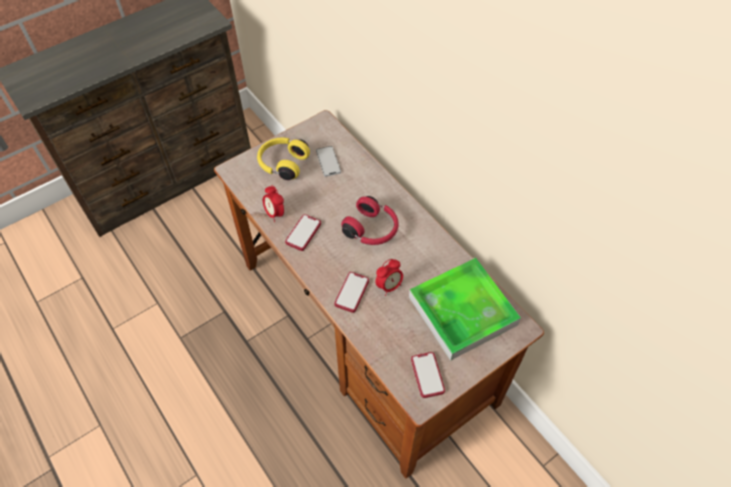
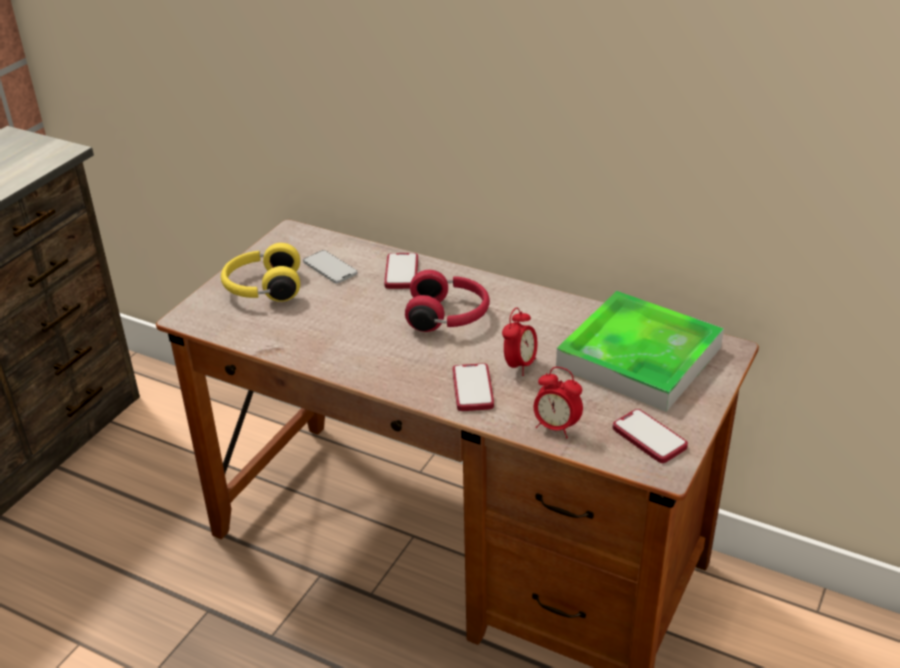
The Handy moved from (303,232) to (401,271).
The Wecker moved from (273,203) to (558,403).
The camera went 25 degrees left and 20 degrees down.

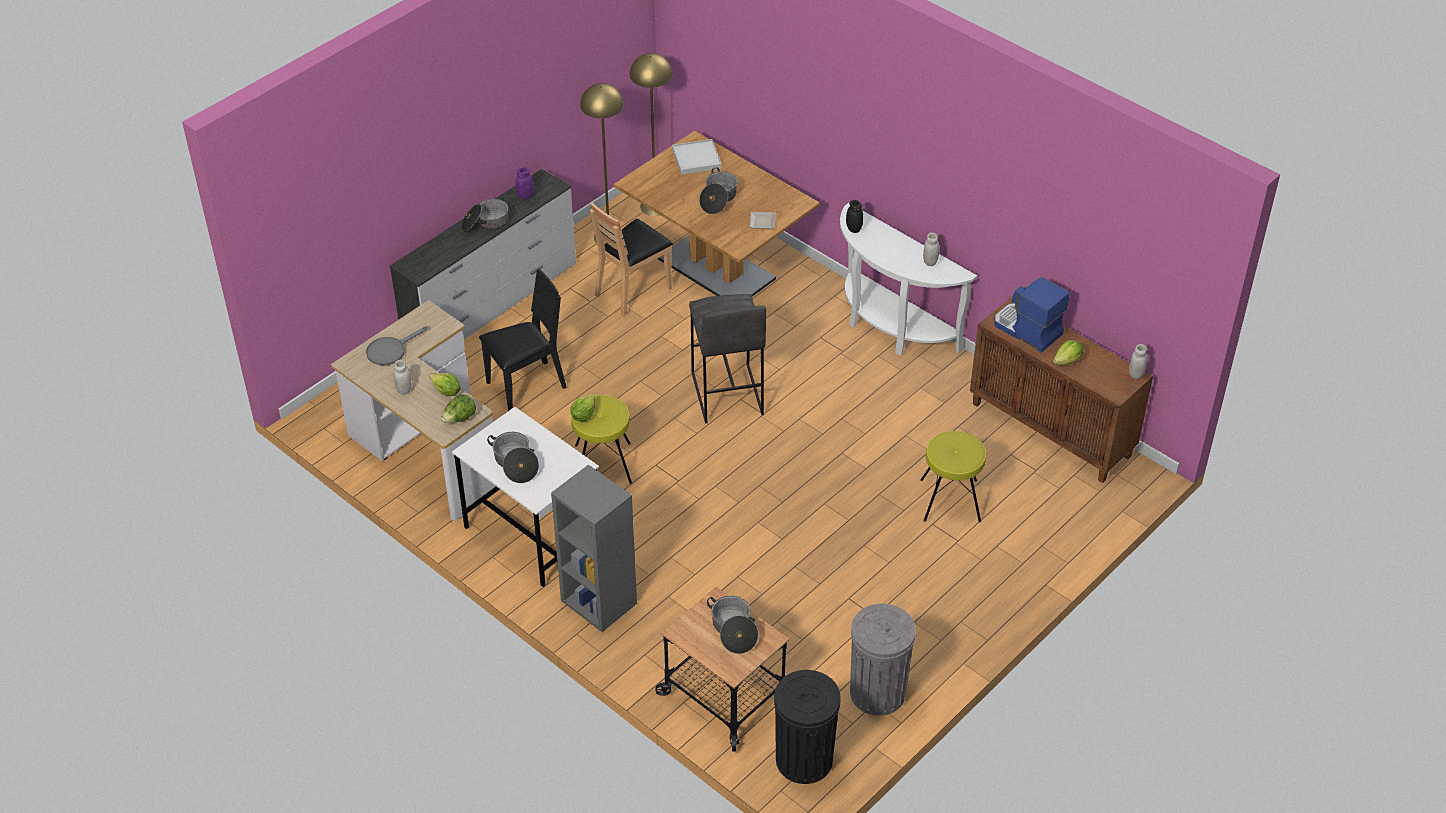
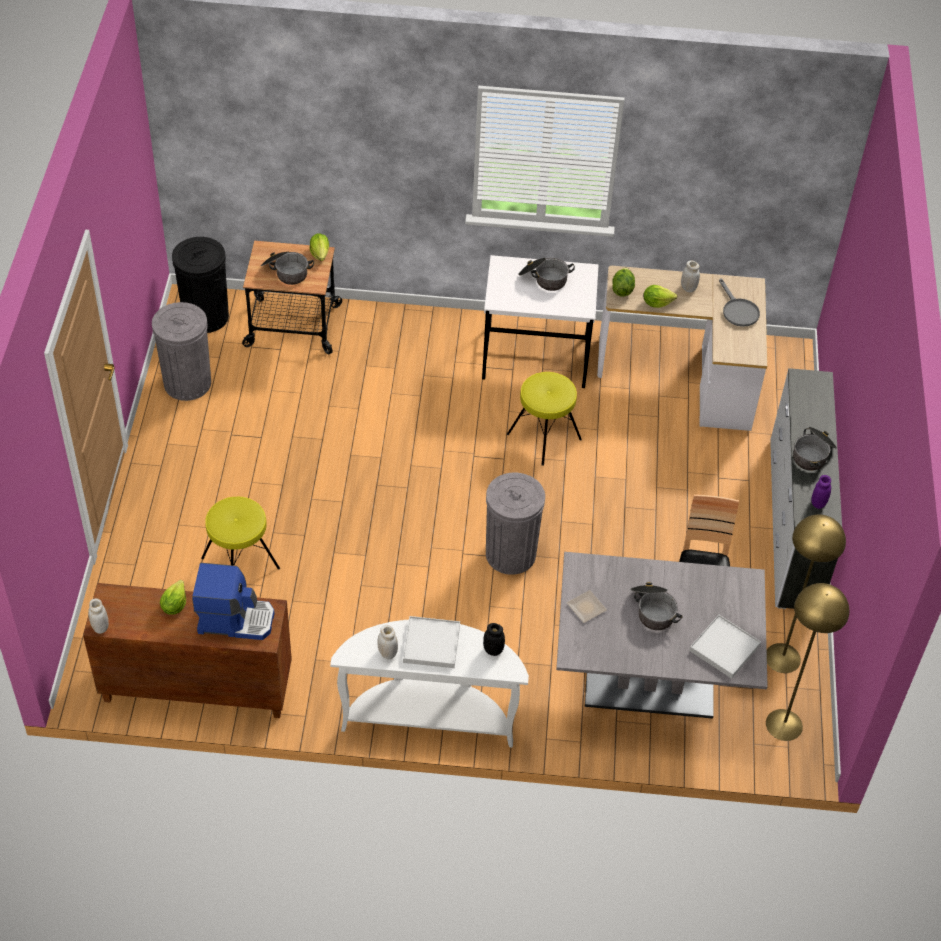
The Salatkopf moved from (582,407) to (319,247).
The Tablett (weiß) at (431,642) appeared.
The Hocker (grau) at (727,358) was replaced by the Mülleimer (grau) at (515,524).
The Esstisch (braun) at (717,214) became the Esstisch (grau) at (662,635).
The Pfanne (grau) at (397,346) turned 150 degrees clockwise.
The Stuhl (schwarz) at (523,340) disappeared.
The Bücherregal (grau) at (594,548) disappeared.
The camera went 140 degrees right and 5 degrees up.

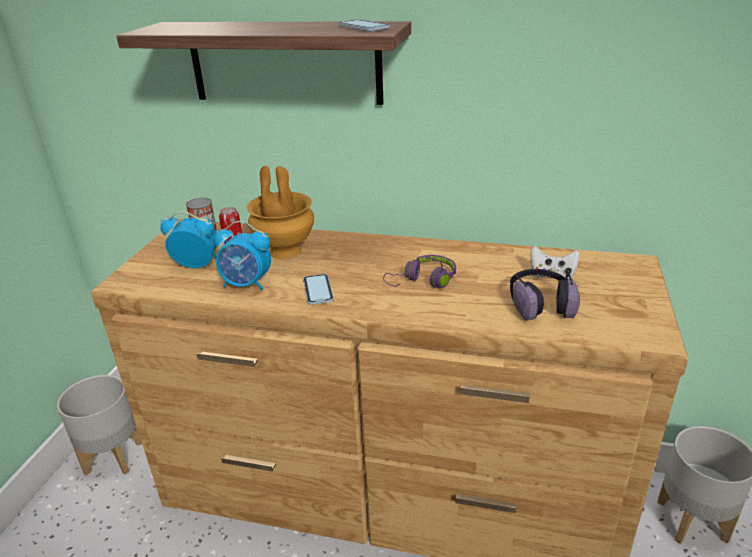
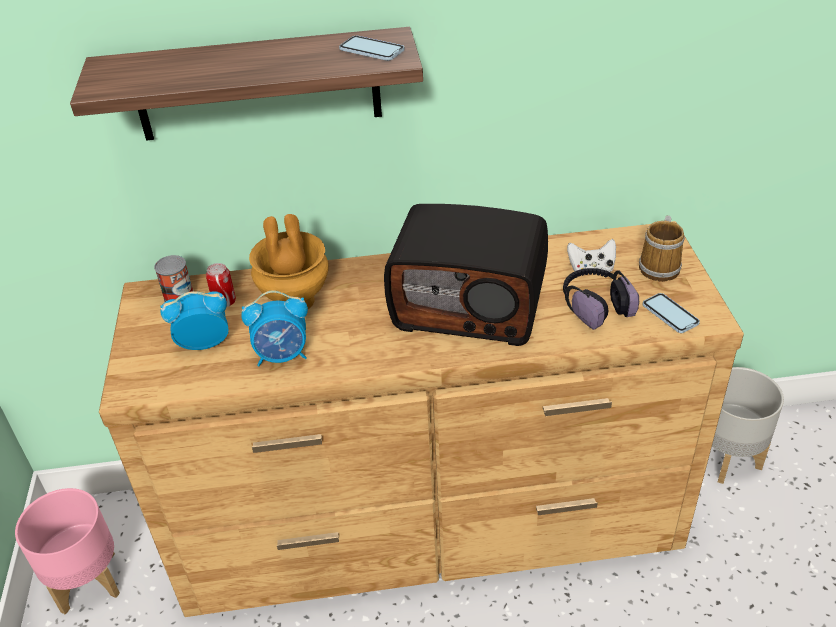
The Pflanzkübel (grau) at (99,425) became the Pflanzkübel (rosa) at (67,551).
The Kopfhörer (lila) at (419,271) was replaced by the Radio at (466,275).
The Henkelbecher at (662,248) appeared.
The Handy moved from (318,289) to (671,313).
The camera went 20 degrees left and 10 degrees up.

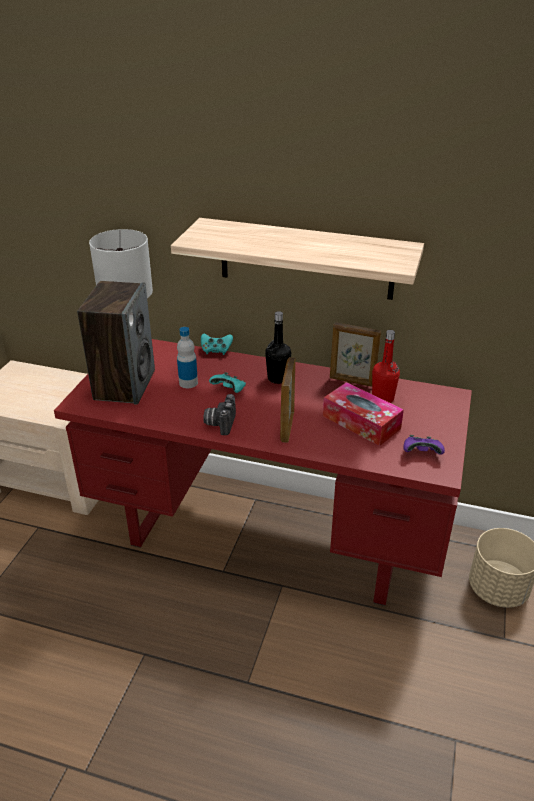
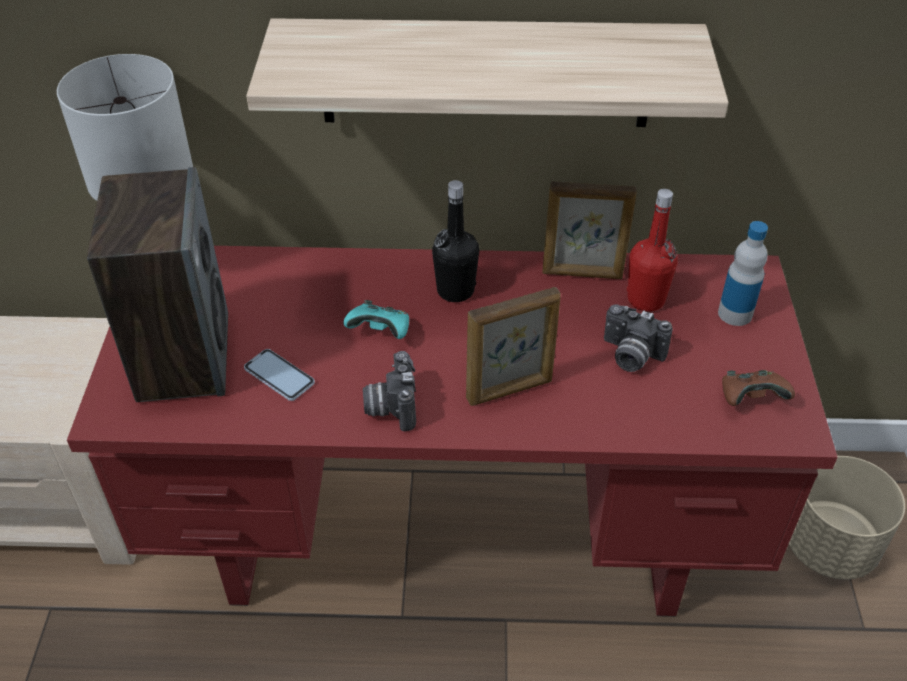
The Handy at (279,375) appeared.
The Bilderrahmen at (288,400) turned 105 degrees counterclockwise.
The Taschentuchbox at (363,414) was replaced by the Kamera at (638,338).
The Flasche moved from (187,357) to (743,273).
The Gamepad (lila) at (424,445) became the Gamepad (braun) at (758,388).
The Gamepad (türkis) at (217,344) disappeared.
The camera went 15 degrees left and 10 degrees up.

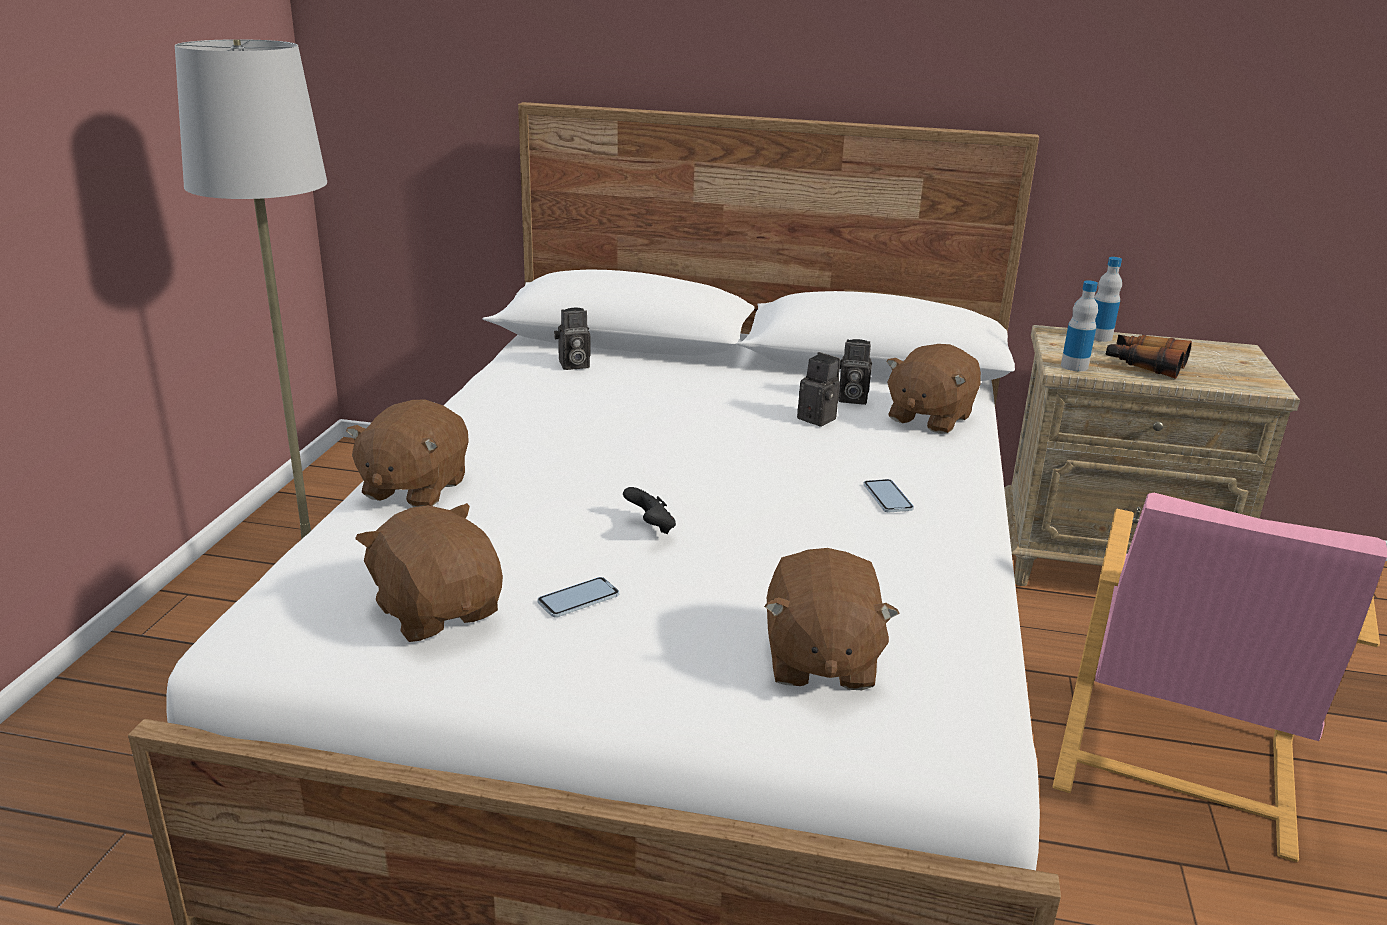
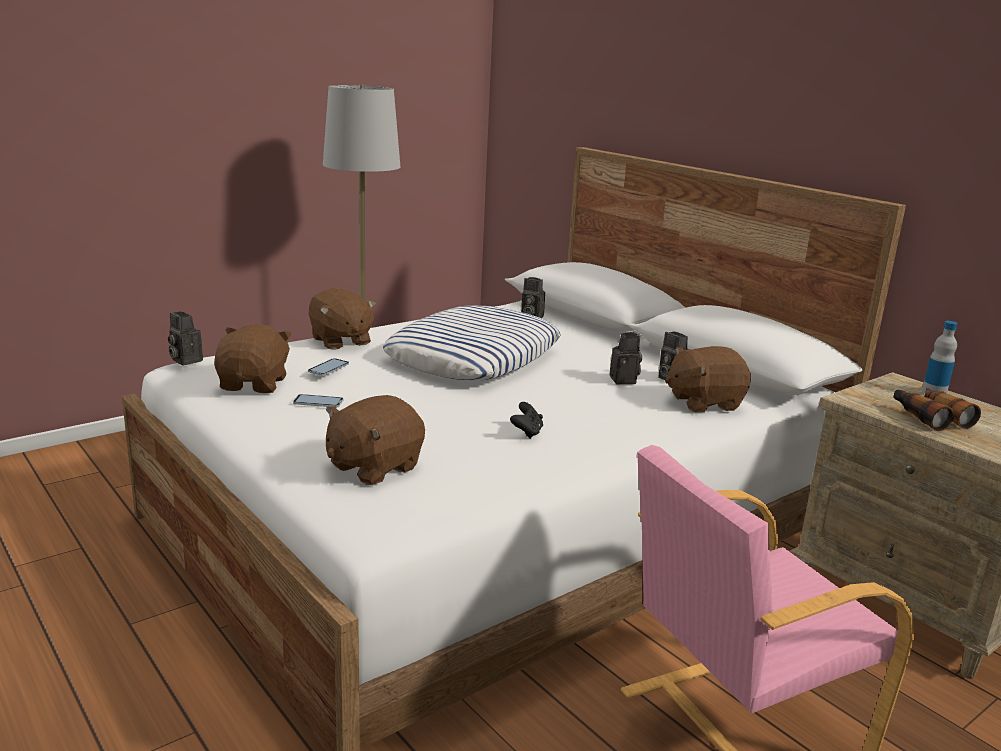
The Kamera at (185,338) appeared.
The Handy moved from (888,495) to (328,367).
The Plüschtier (braun) at (407,453) turned 90 degrees counterclockwise.
The Kissen at (471,342) appeared.
The Gamepad (schwarz) moved from (649,510) to (526,420).
The Flasche at (1079,325) disappeared.
The camera went 40 degrees right and 5 degrees down.

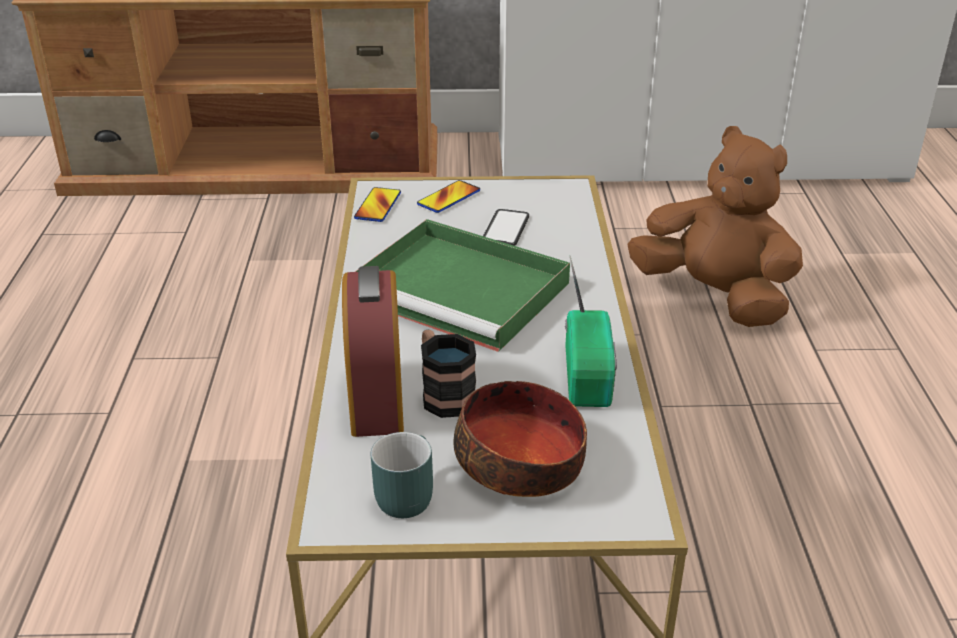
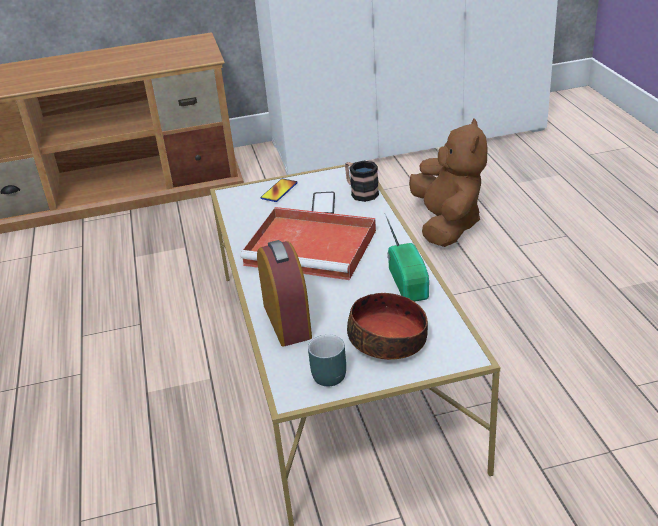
The Tablett (grün) at (462,285) became the Tablett (rot) at (308,243).
The Henkelbecher moved from (448,374) to (362,181).
The Plüschtier (braun) at (715,226) turned 60 degrees clockwise.
The Handy at (377,204) disappeared.
The camera went 10 degrees left and 0 degrees up.

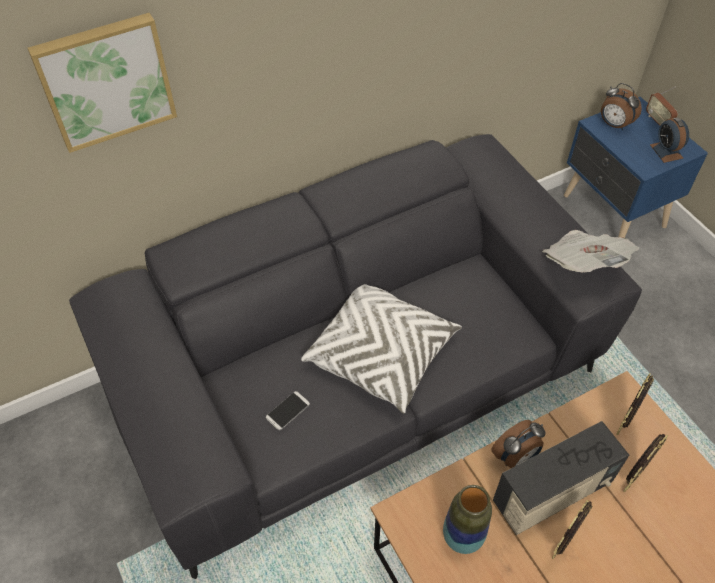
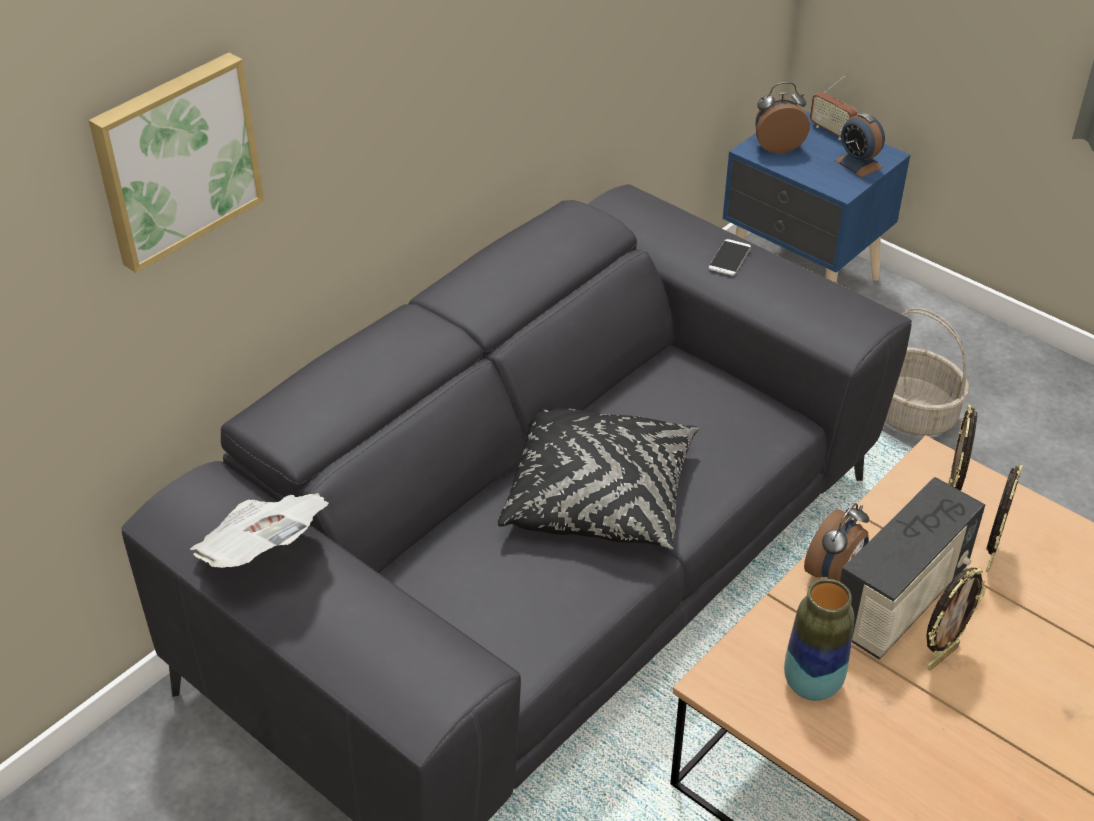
The Zeitung moved from (590,251) to (259,530).
The Kissen (weiß) at (381,349) became the Kissen (schwarz) at (598,479).
The Handy moved from (288,410) to (730,257).
The Wecker at (621,106) turned 150 degrees clockwise.
The Korb at (927,372) appeared.
The Bilderrahmen at (572,529) turned 150 degrees counterclockwise.
The camera went 20 degrees left and 10 degrees down.

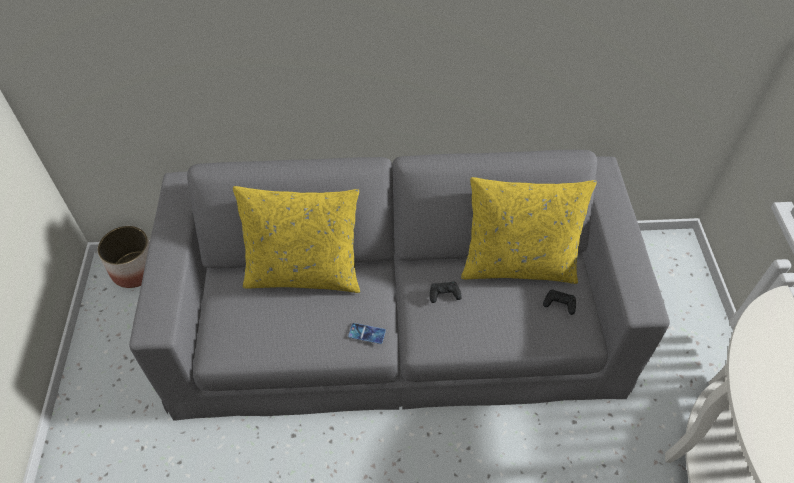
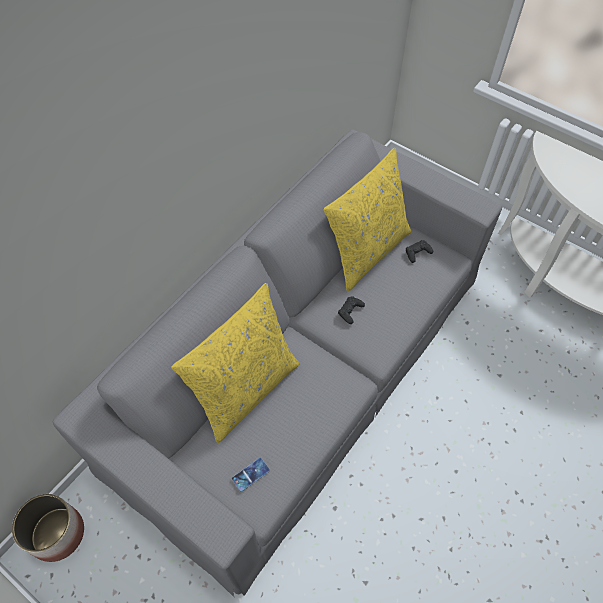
The Handy moved from (367,333) to (251,474).
The camera went 50 degrees left and 5 degrees up.

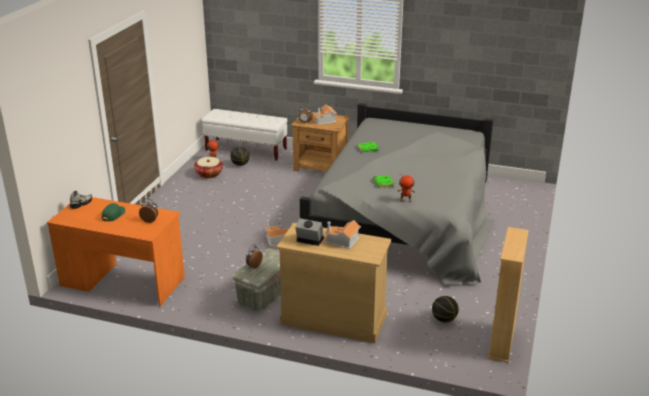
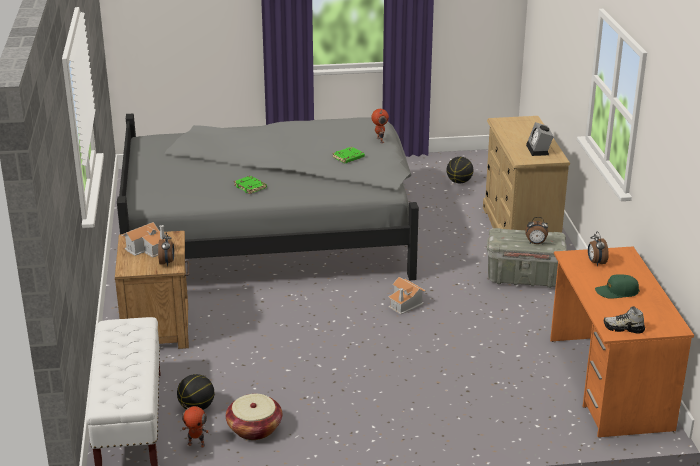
The Spielzeughaus at (342,234) disappeared.
The Bücherregal (beige) at (508,295) disappeared.
The camera went 115 degrees left and 0 degrees up.

